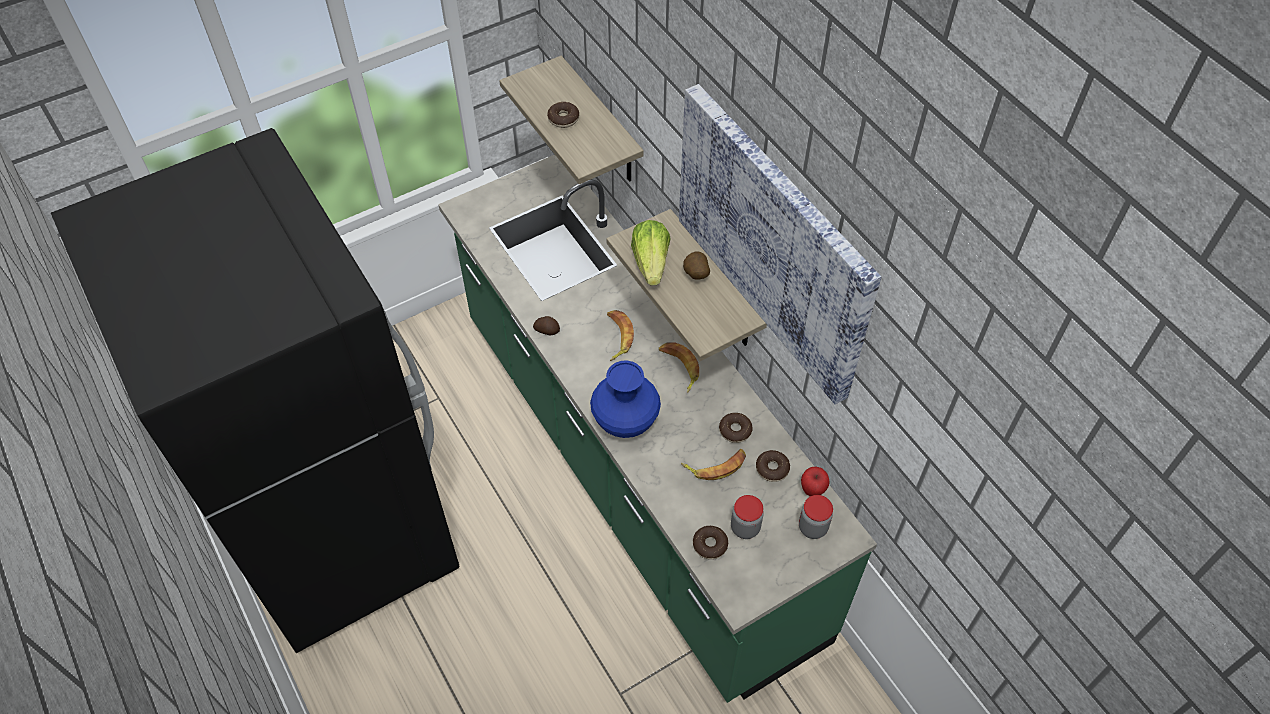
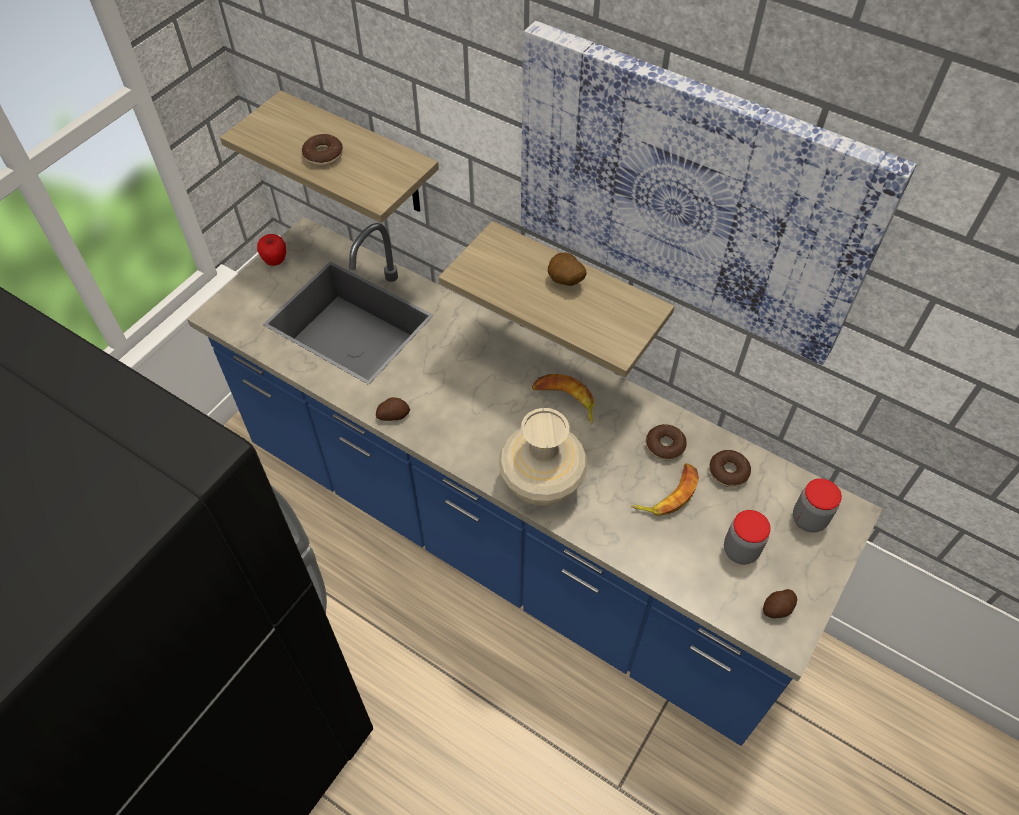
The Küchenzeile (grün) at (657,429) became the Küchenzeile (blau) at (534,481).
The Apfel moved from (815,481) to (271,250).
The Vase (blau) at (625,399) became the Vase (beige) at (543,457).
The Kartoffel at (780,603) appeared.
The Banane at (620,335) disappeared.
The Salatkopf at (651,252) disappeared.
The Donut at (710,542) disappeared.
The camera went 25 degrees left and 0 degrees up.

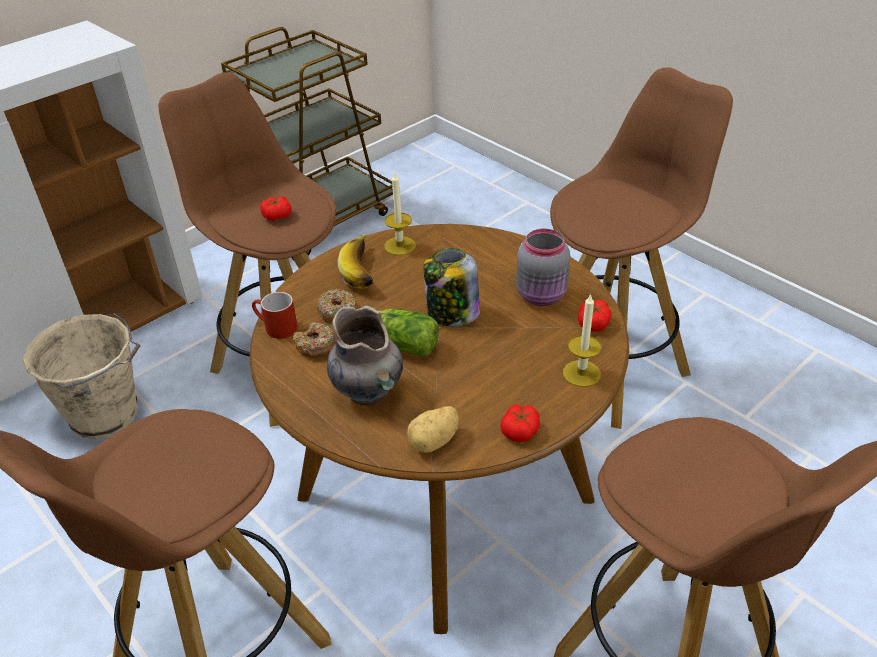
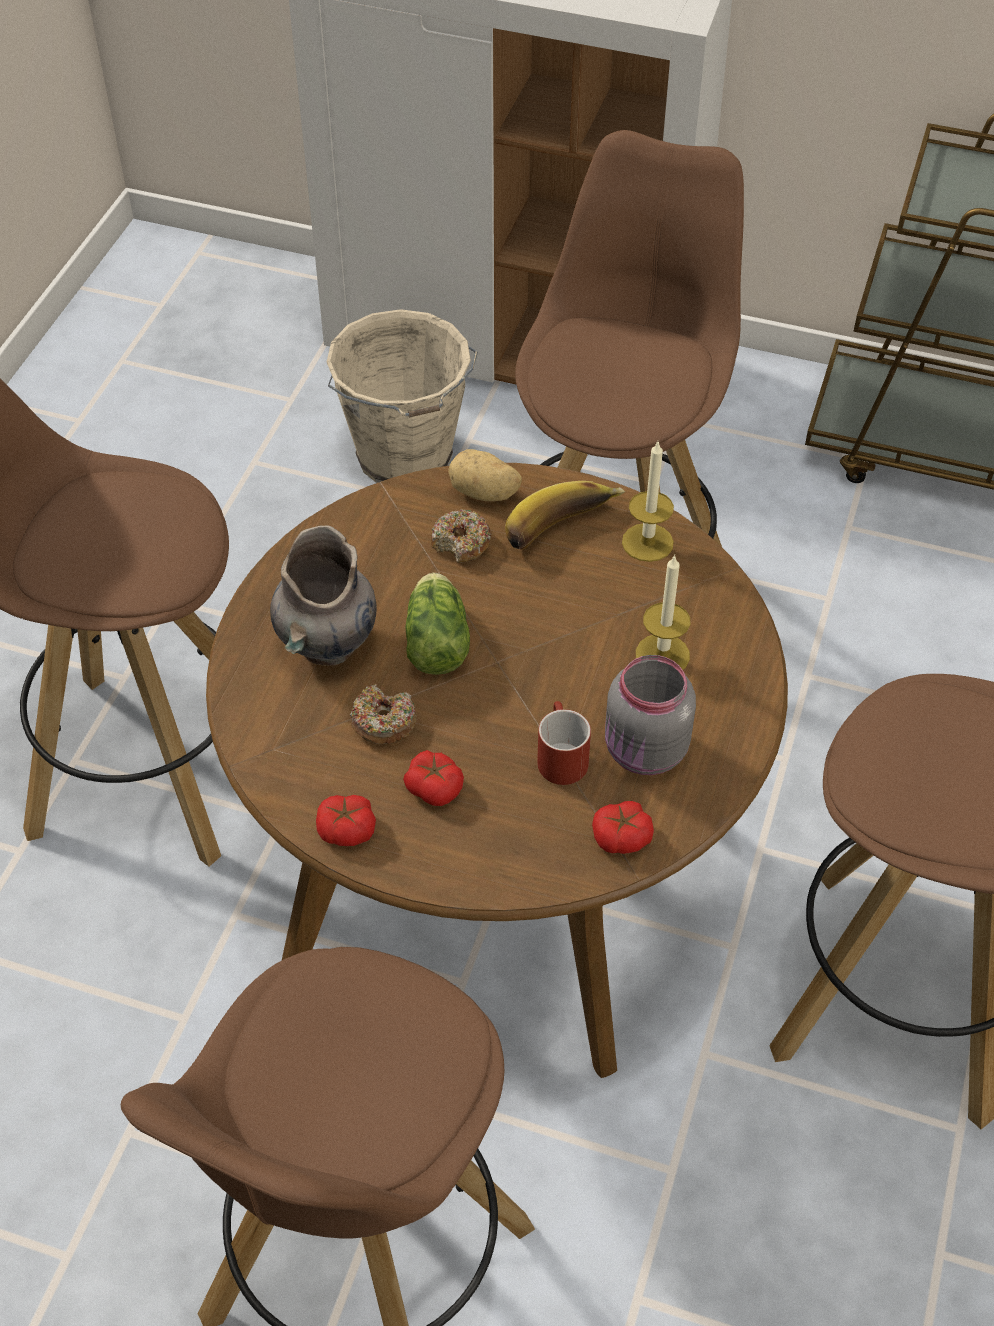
The Donut moved from (314,340) to (383,714).
The Tomate moved from (276,208) to (433,778).
The Kartoffel moved from (433,429) to (485,475).
The Henkelbecher (rot) moved from (275,315) to (564,743).
The Kerze moved from (582,340) to (663,612).
The Vorratsglas at (452,287) disappeared.
The camera went 60 degrees right and 10 degrees up.

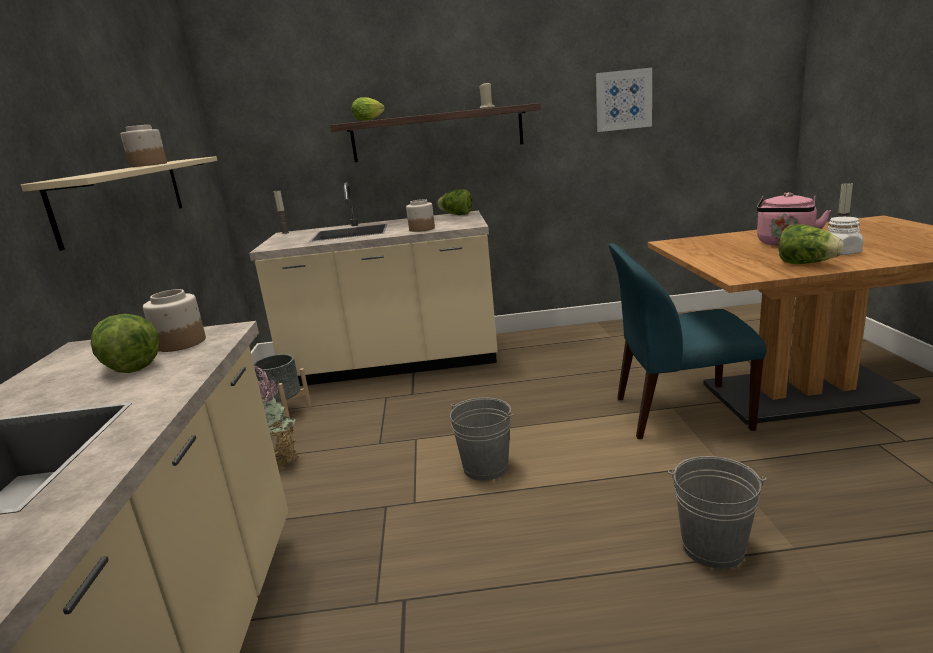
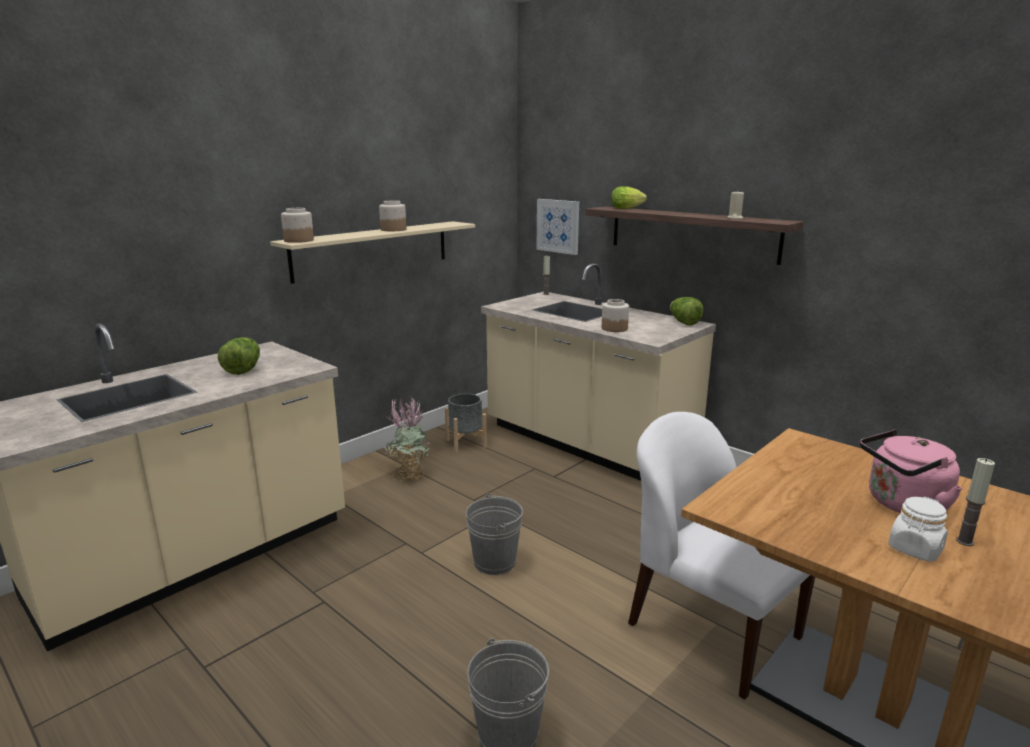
The Vorratsglas moved from (174,320) to (297,225).
The Bild moved from (624,100) to (557,227).
The Stuhl (blau) at (687,341) became the Stuhl (weiß) at (721,556).
The Salatkopf at (811,244) disappeared.
The camera went 45 degrees right and 0 degrees up.

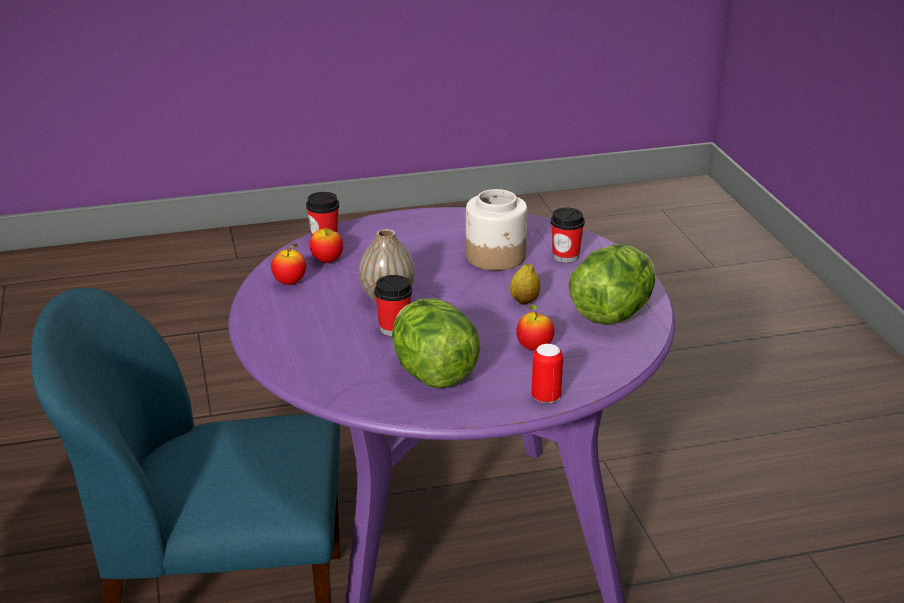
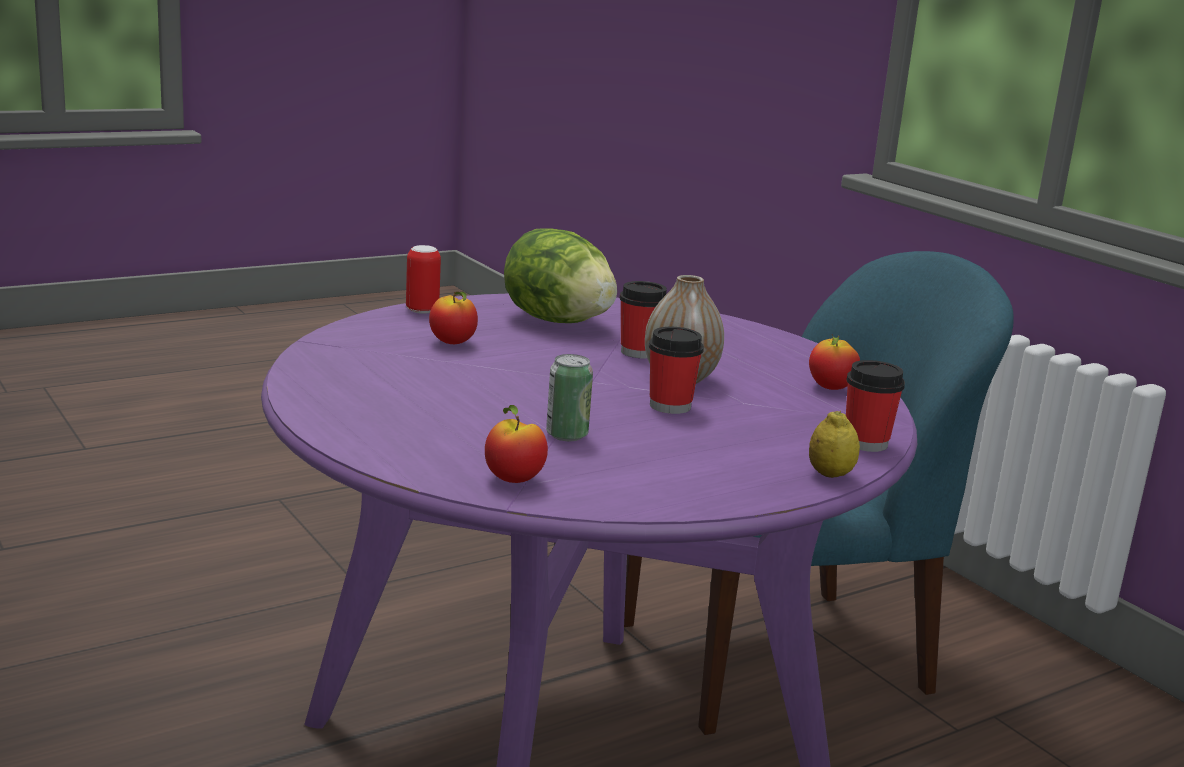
The Apfel moved from (326,245) to (516,444).
The Vorratsglas at (496,229) was replaced by the Dose at (569,397).
The Tasse moved from (568,235) to (676,370).
The Zitrone moved from (525,284) to (834,444).
The Salatkopf at (612,284) disappeared.
The camera went 160 degrees right and 10 degrees down.

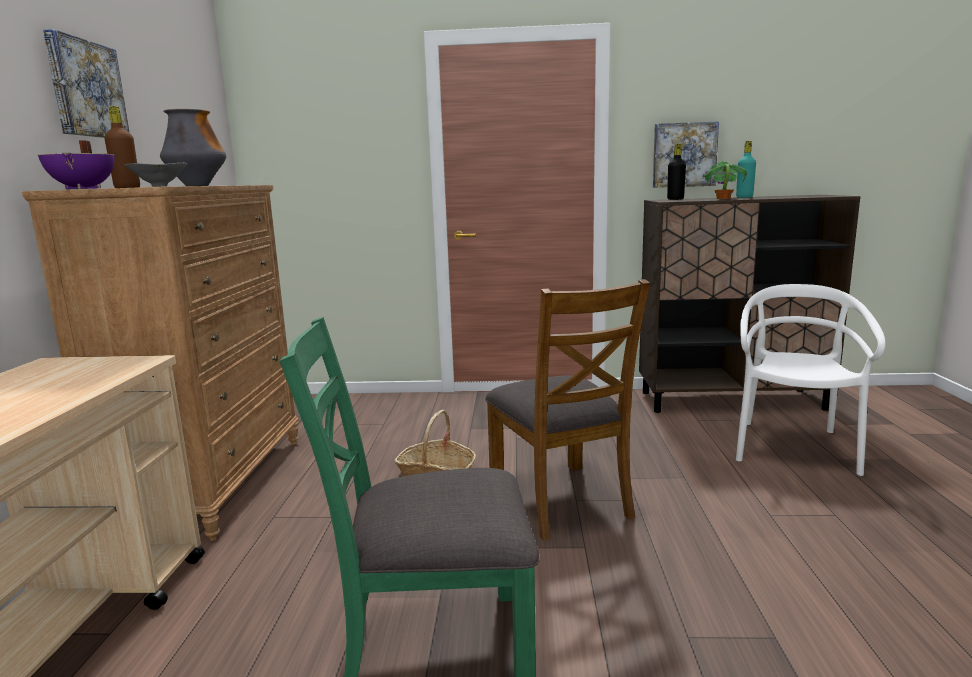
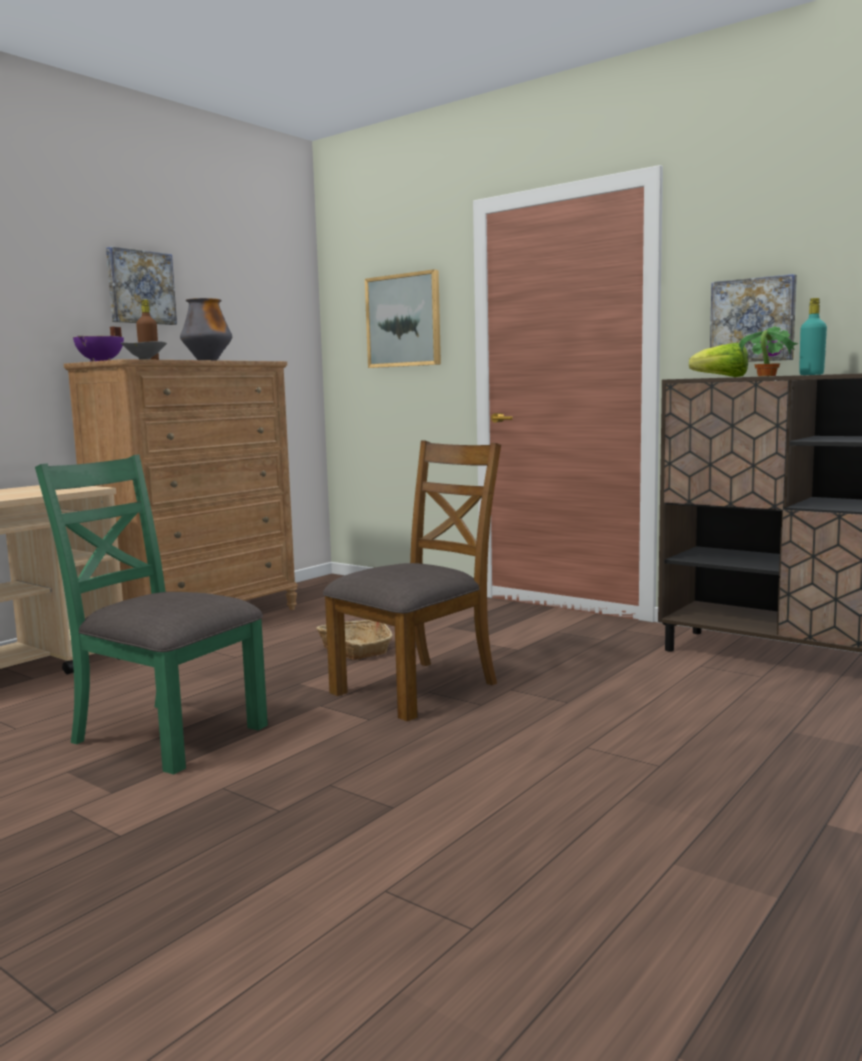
The Stuhl (braun) at (567,410) turned 150 degrees counterclockwise.
The Bild at (403,318) appeared.
The Flasche (schwarz) at (676,171) was replaced by the Salatkopf at (718,360).
The Stuhl (weiß) at (810,380) disappeared.
The camera went 35 degrees right and 5 degrees down.

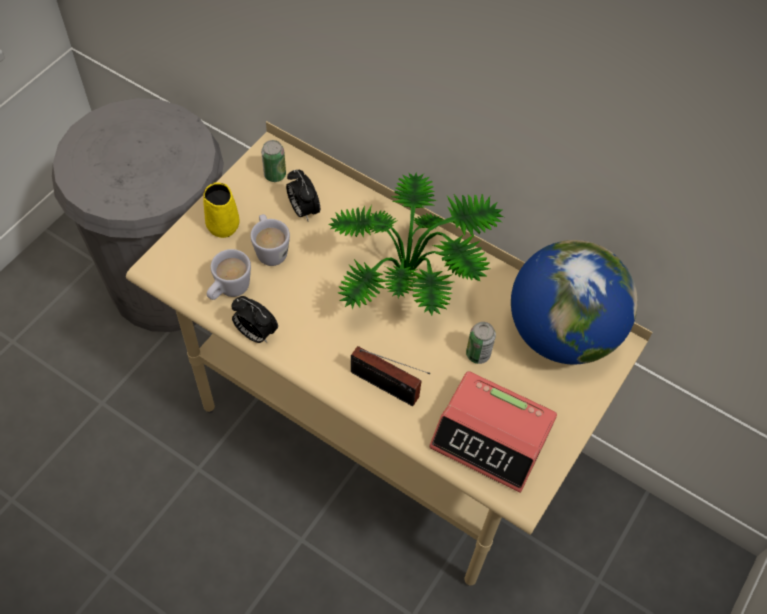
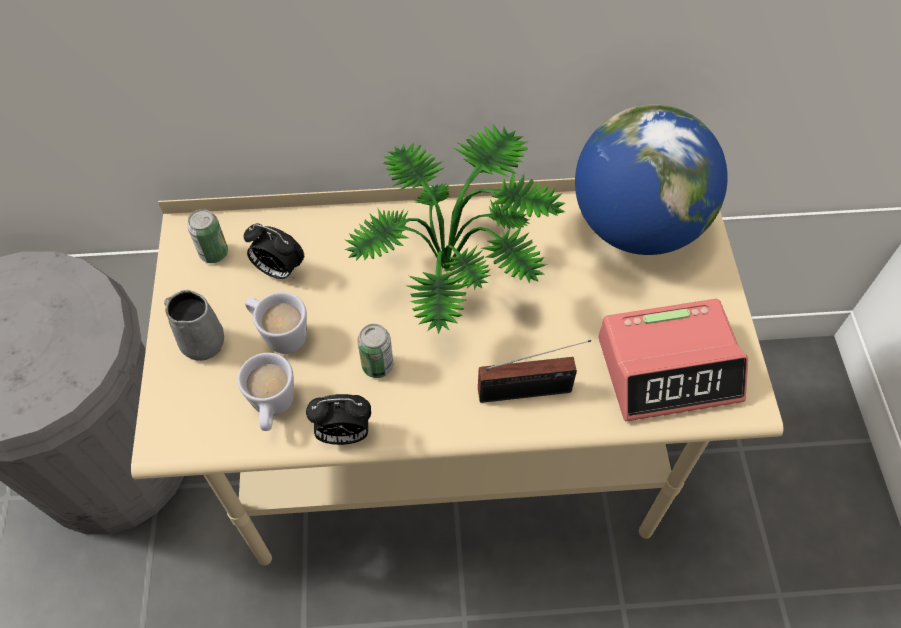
The Henkelbecher (gelb) at (221,210) became the Henkelbecher (grau) at (194,325).
The Dose moved from (481,343) to (375,351).
The camera went 35 degrees left and 0 degrees up.

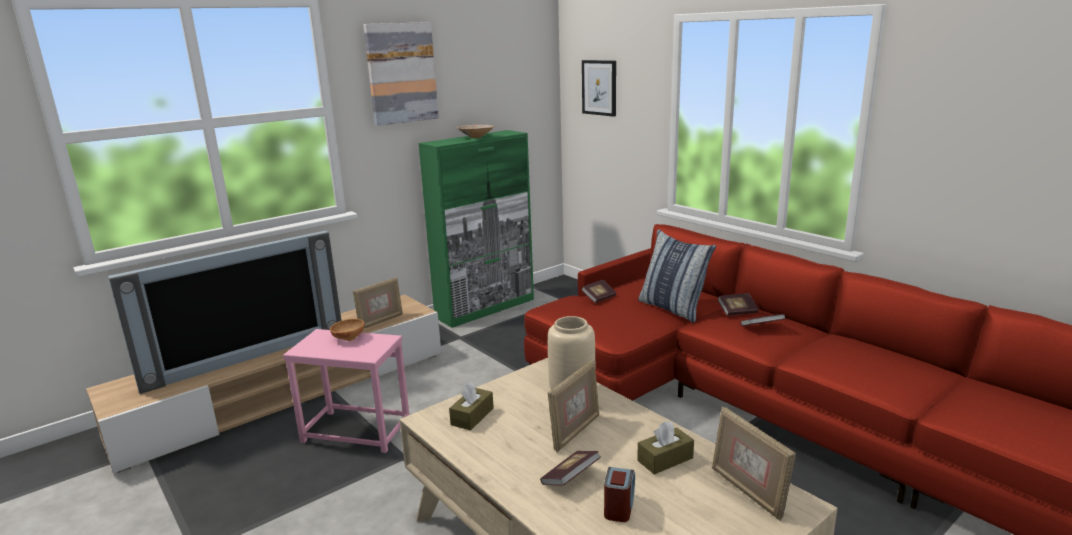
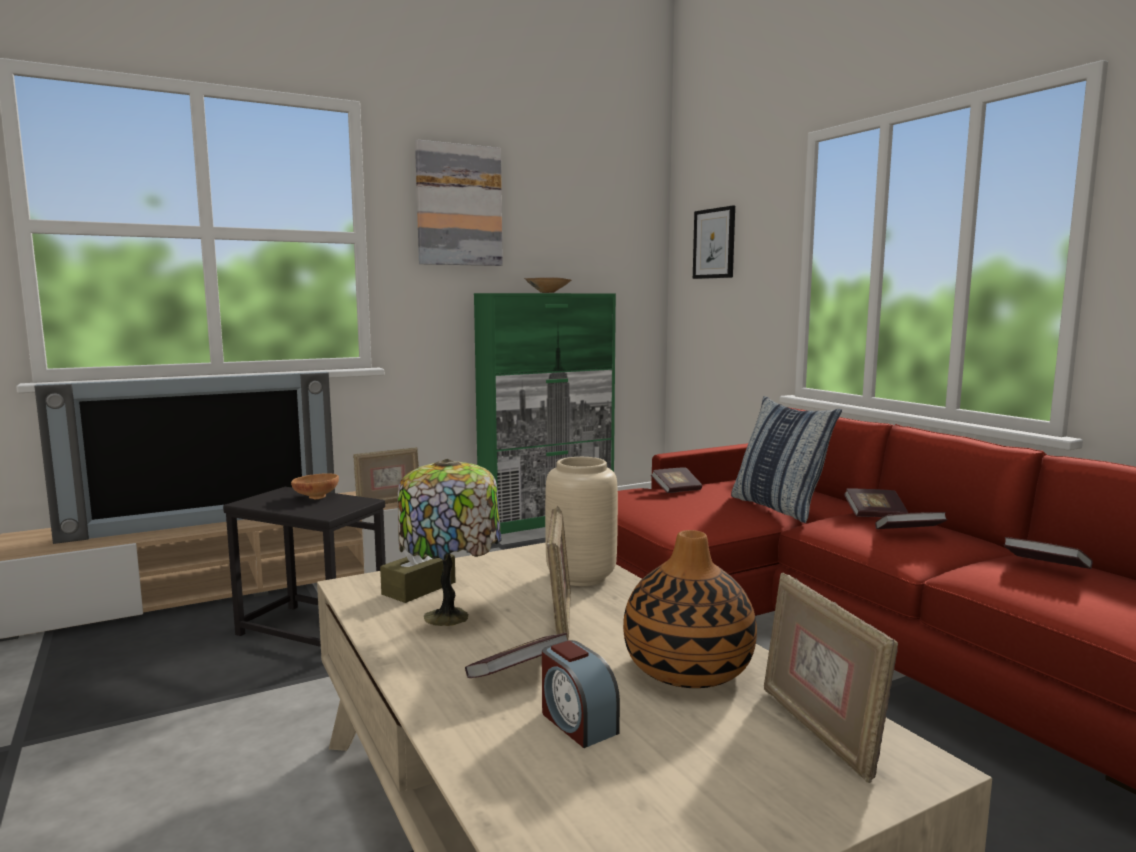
The Beistelltisch (rosa) at (346,391) became the Beistelltisch (schwarz) at (304,567).
The Tischlampe at (449,542) appeared.
The Wecker at (619,494) turned 120 degrees clockwise.
The Bilderrahmen at (573,406) turned 45 degrees counterclockwise.
The Taschentuchbox (braun) at (665,448) was replaced by the Vase at (690,609).
The Buch at (1048,553) appeared.
The camera went 10 degrees right and 10 degrees down.

